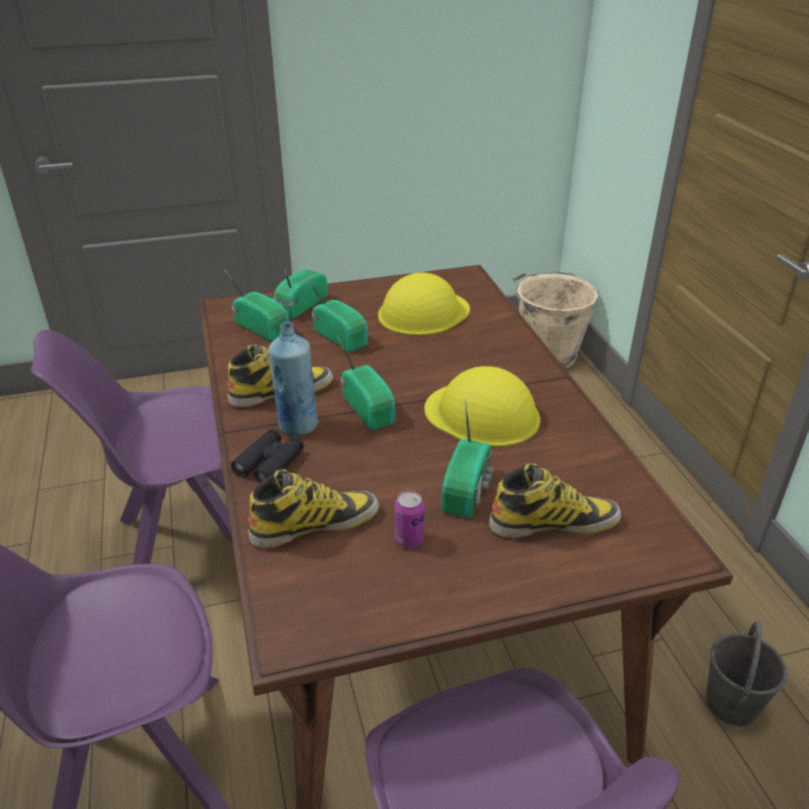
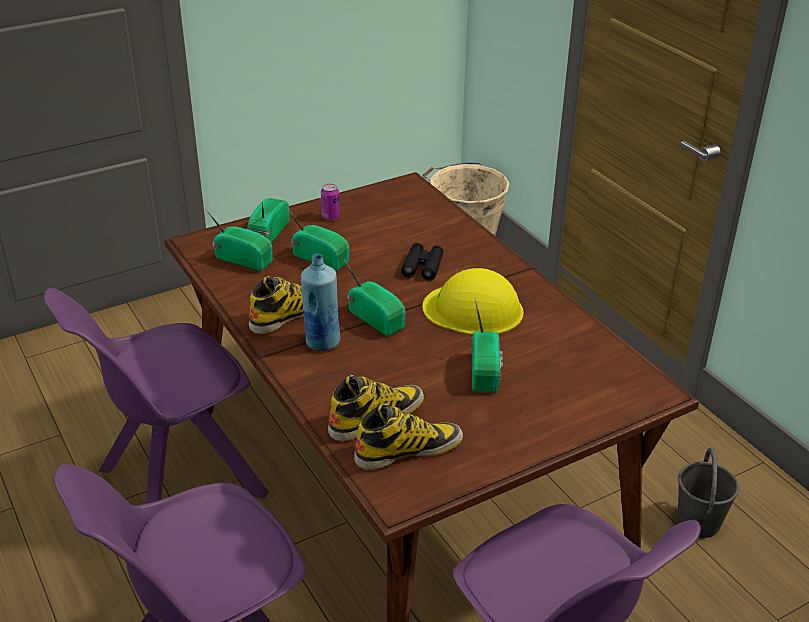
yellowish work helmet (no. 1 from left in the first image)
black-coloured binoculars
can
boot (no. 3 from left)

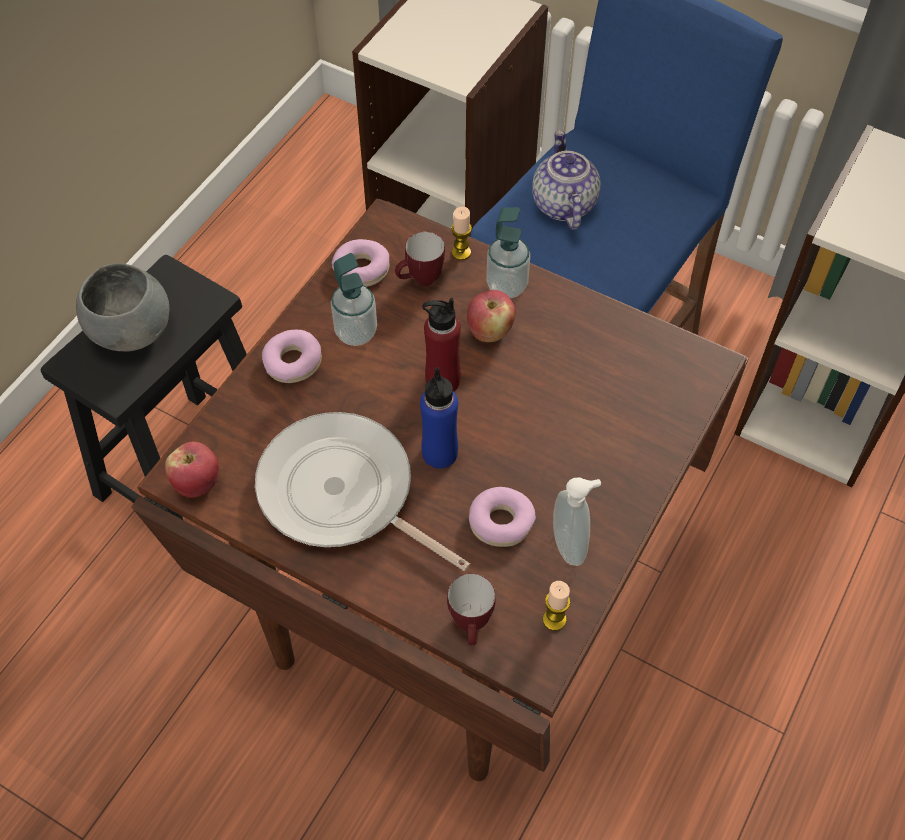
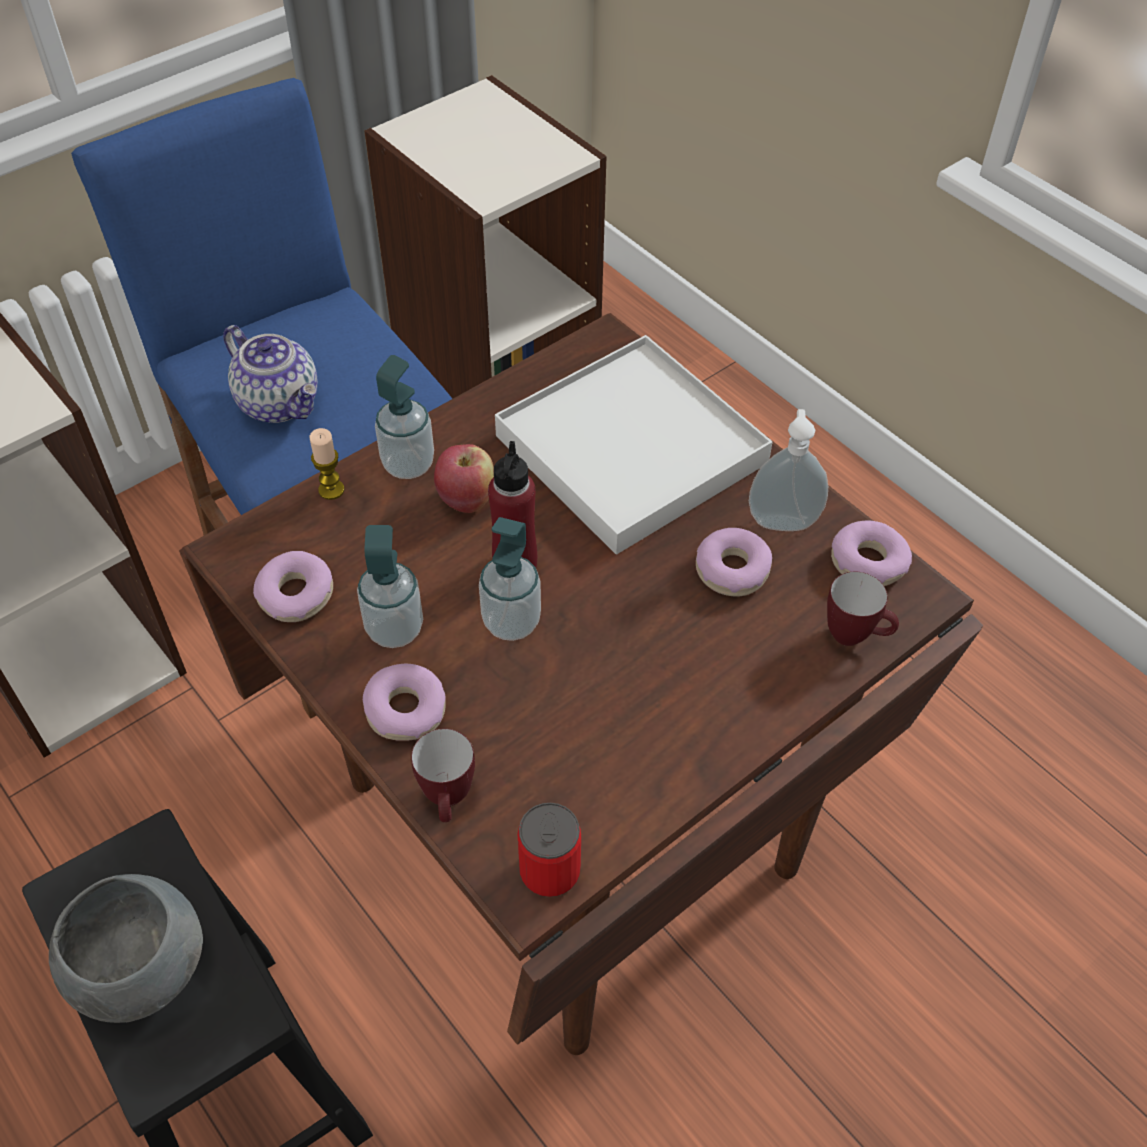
skillet
blue-coloured drink bottle
liquid soap bottle (no. 3 from left)
white-coloured serving tray
coffee mug (no. 1 from left)
can
doughnut (no. 4 from left)
tea pot

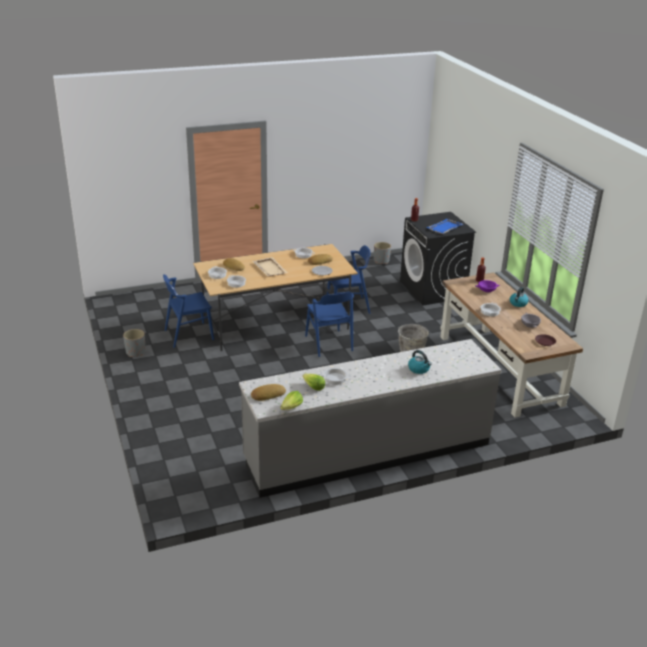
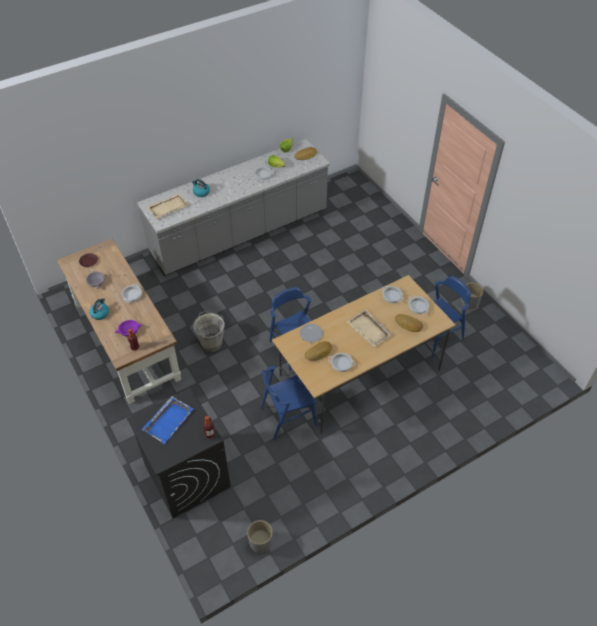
beige-coloured serving tray (no. 1 from left)

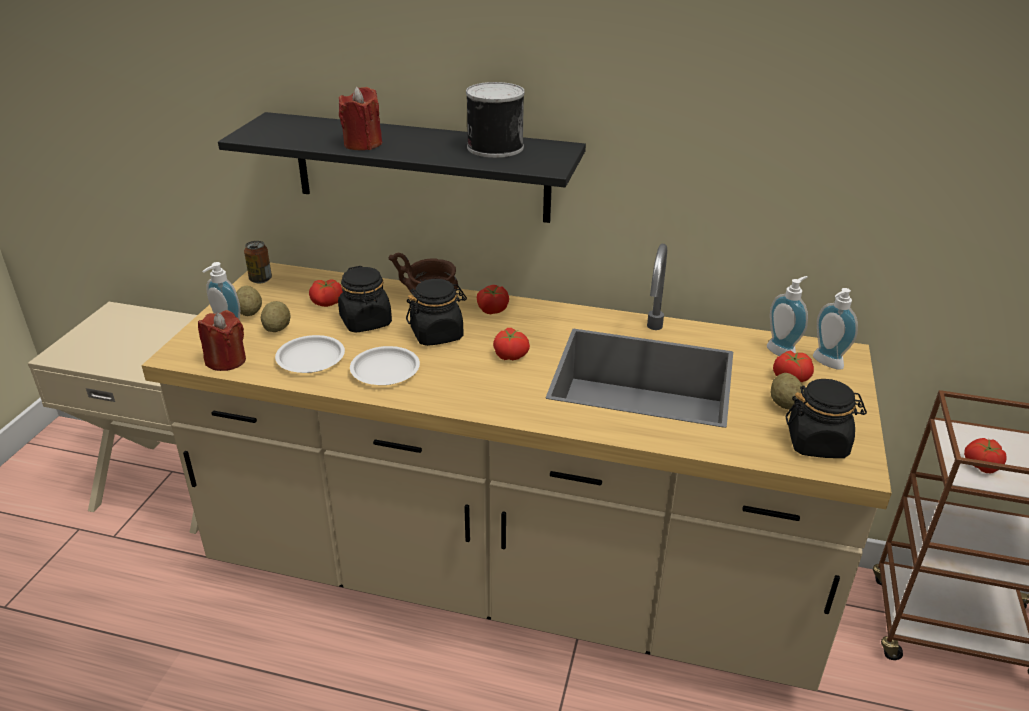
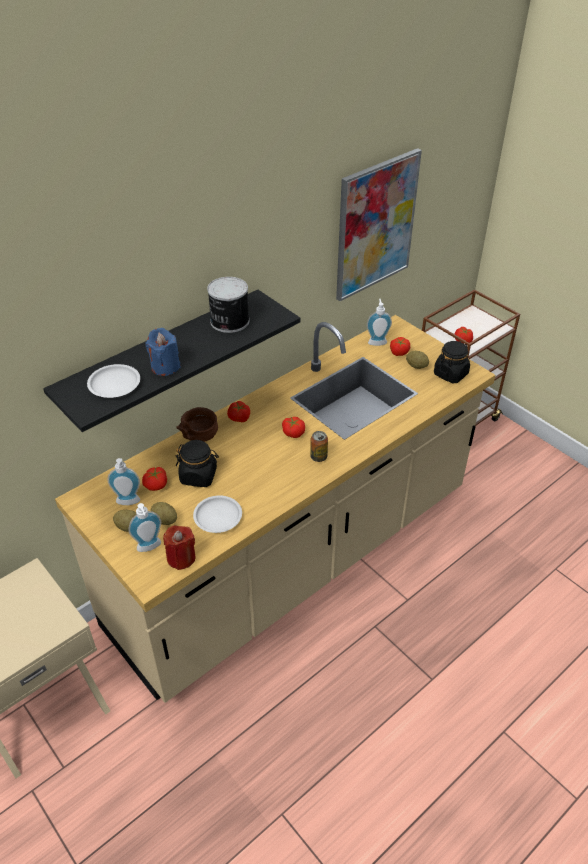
black-coloured storage jar (no. 2 from left in the first image)
picture
can (no. 2 from left)
white-coloured flat dish (no. 1 from left)
liquid soap bottle (no. 1 from left)
blue-coloured candle

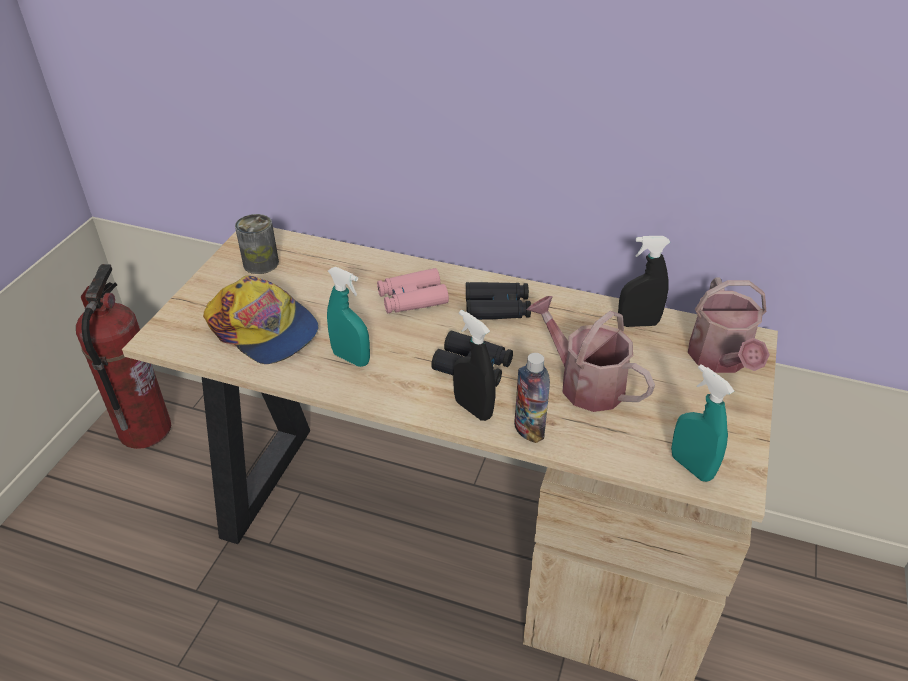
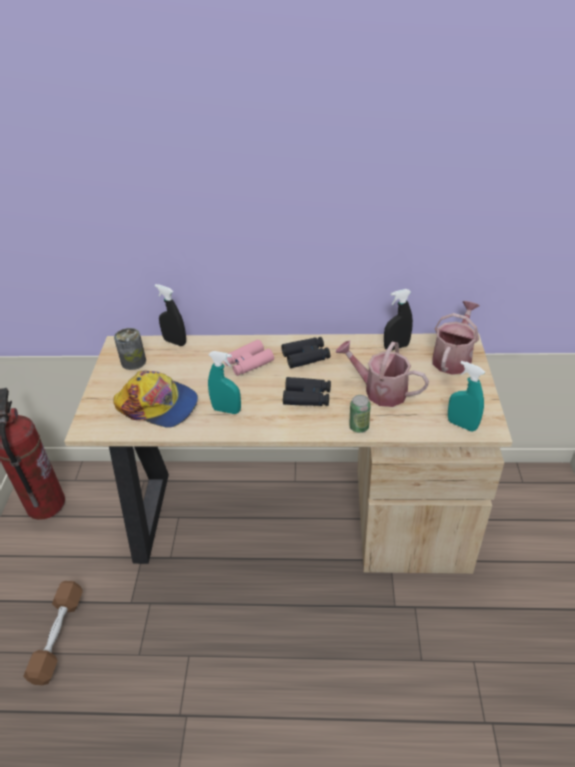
brown-coloured free weight
black-coloured sprayer (no. 1 from left)
can (no. 2 from left)
watering can (no. 2 from left)

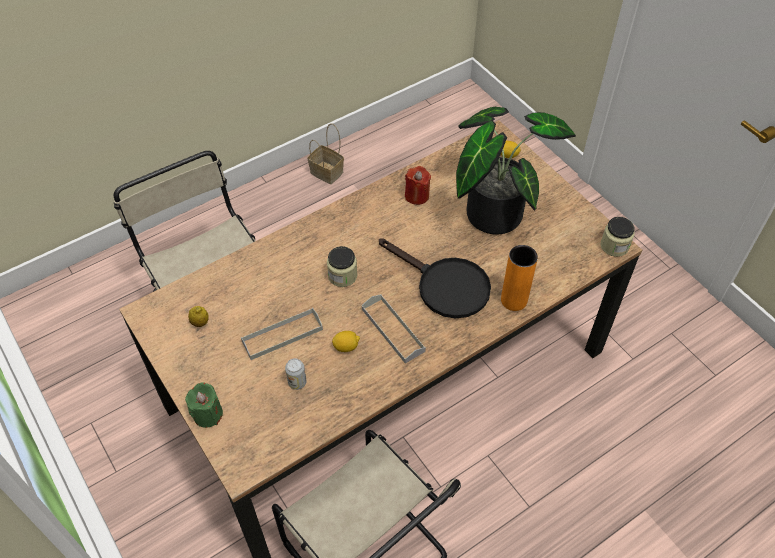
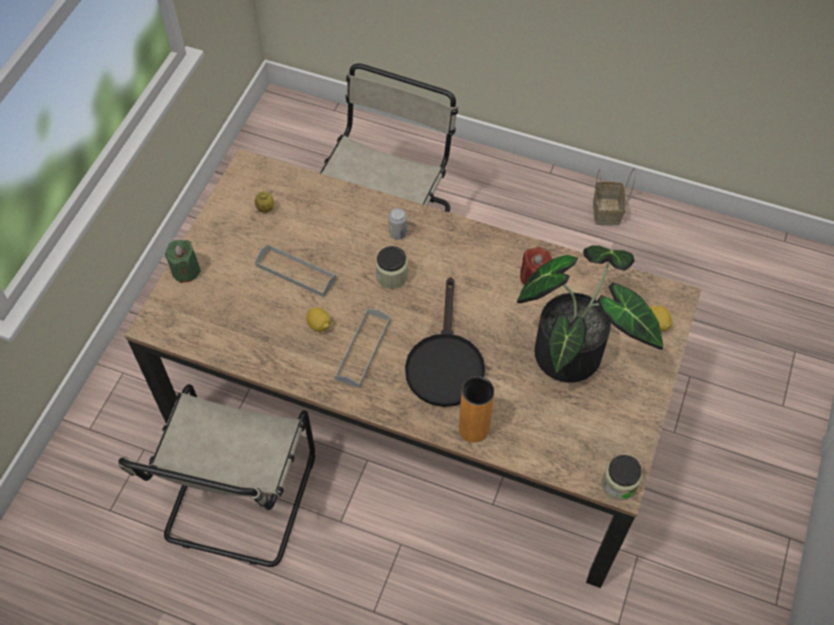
can

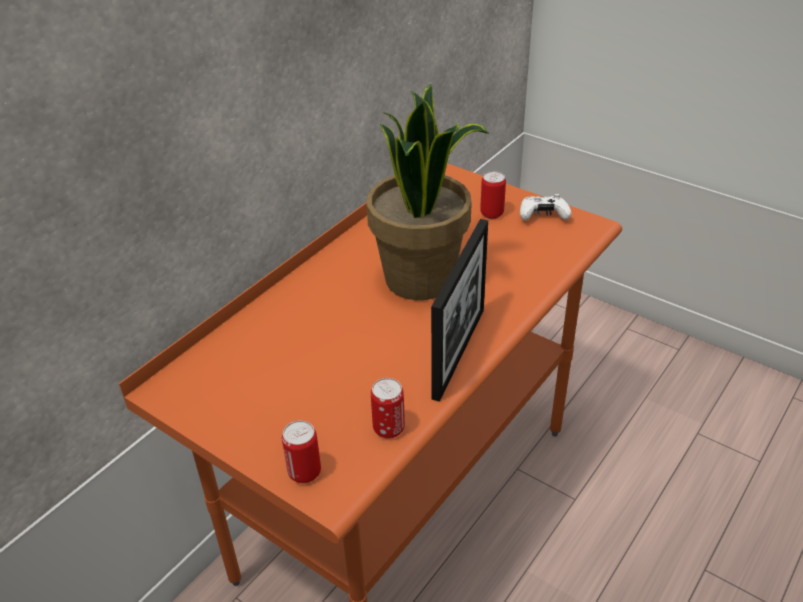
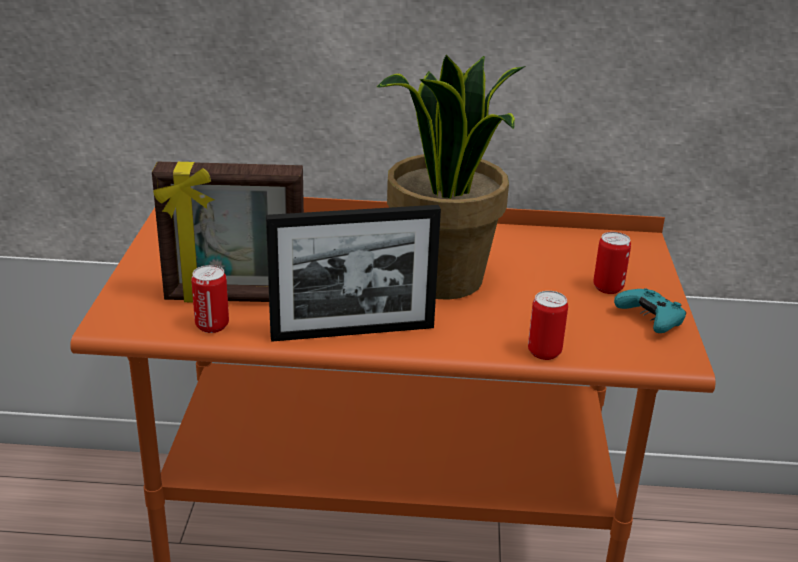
photo frame (no. 1 from left)
can (no. 2 from left)
turquoise-coloured joypad

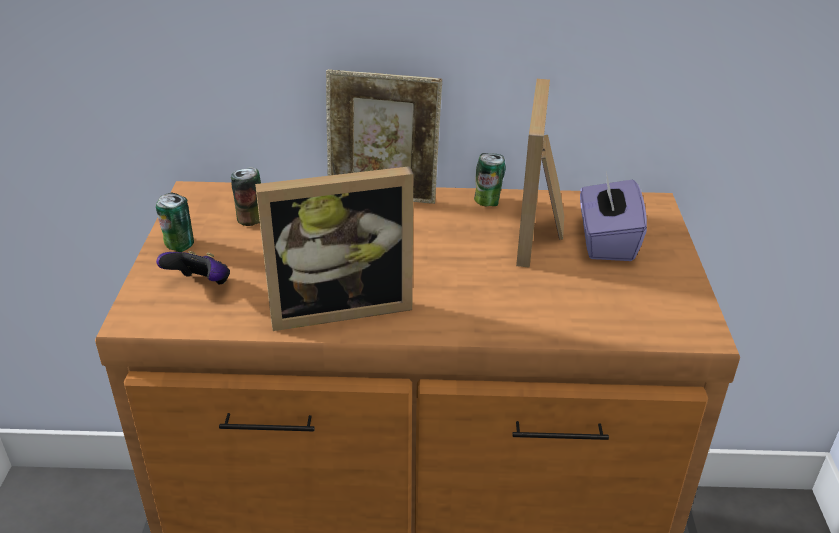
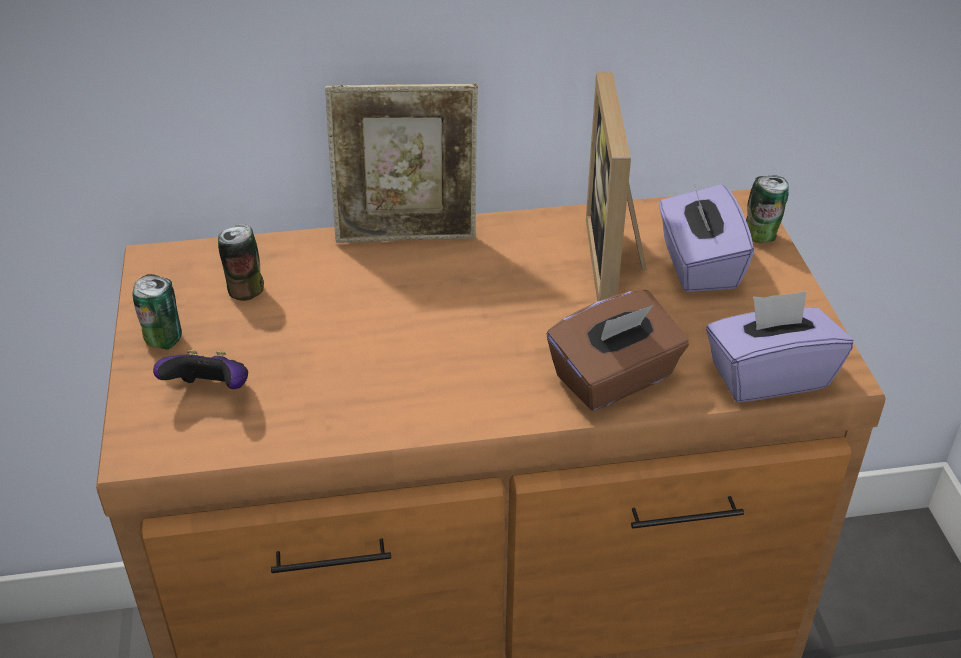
photo frame (no. 1 from left in the first image)
brown-coloured box of tissues
purple-coloured box of tissues (no. 2 from left)
can (no. 3 from left)

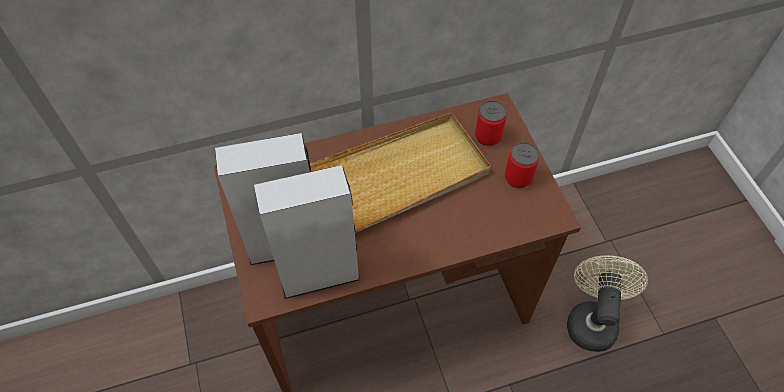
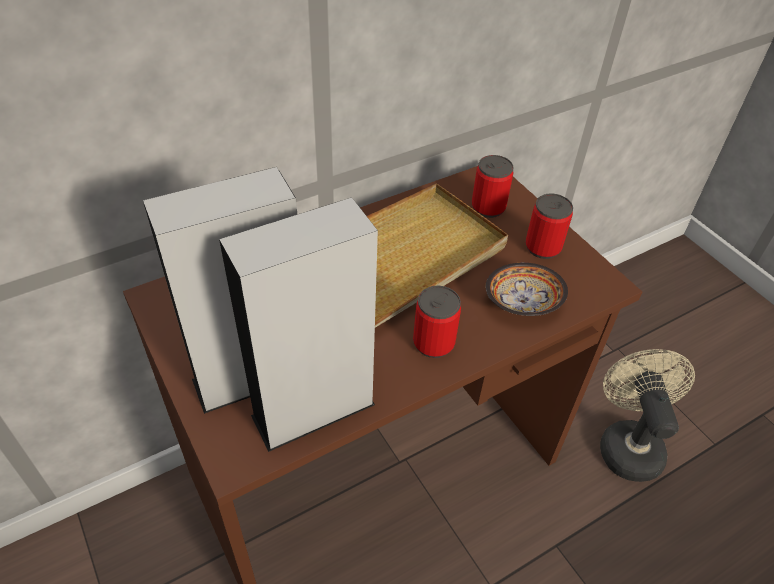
can (no. 1 from left)
bowl

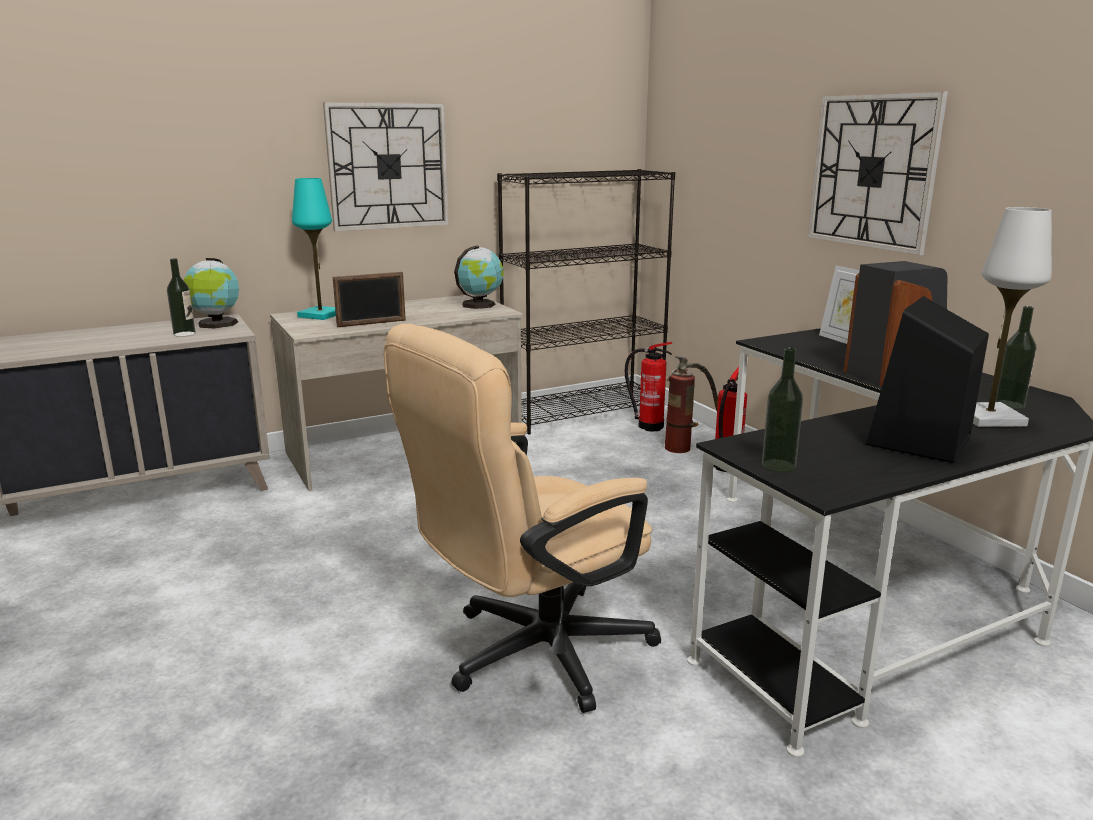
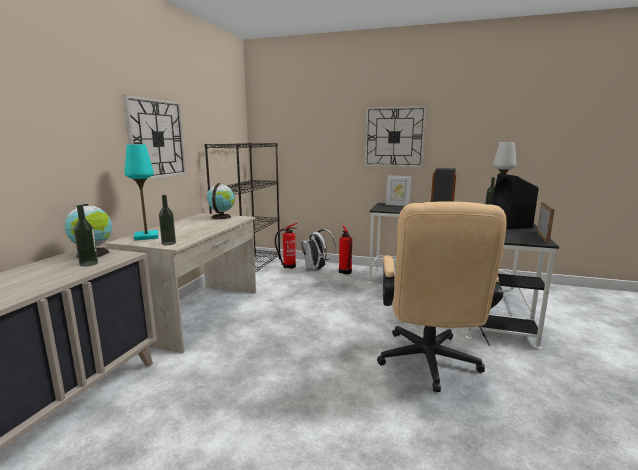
photo frame (no. 2 from left)
drink bottle (no. 2 from left)
white-coloured backpack

